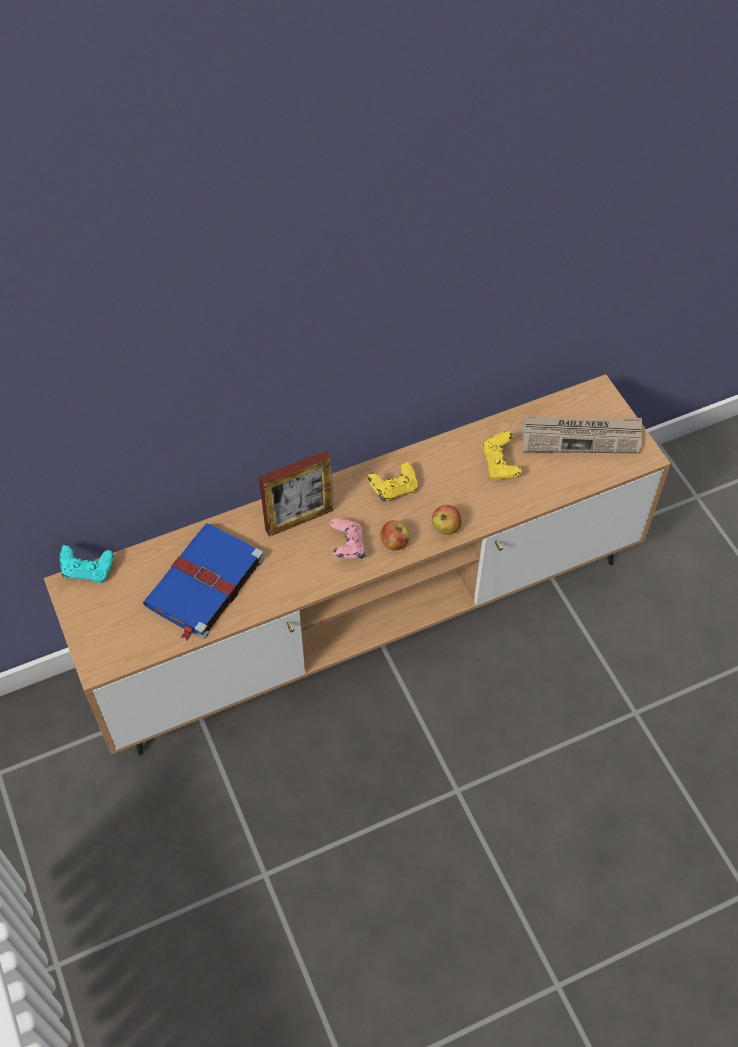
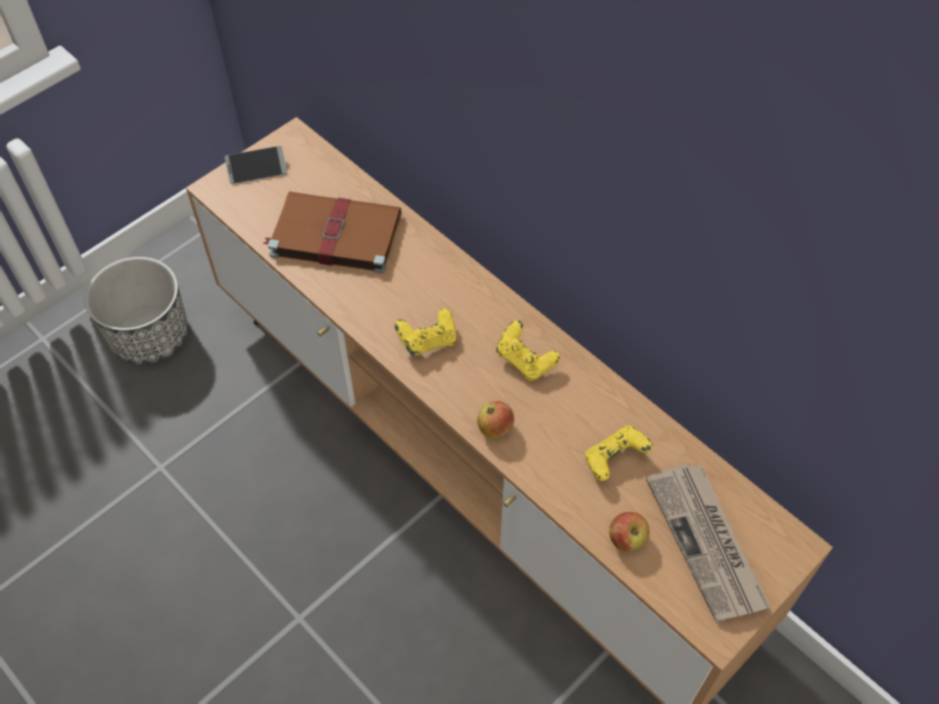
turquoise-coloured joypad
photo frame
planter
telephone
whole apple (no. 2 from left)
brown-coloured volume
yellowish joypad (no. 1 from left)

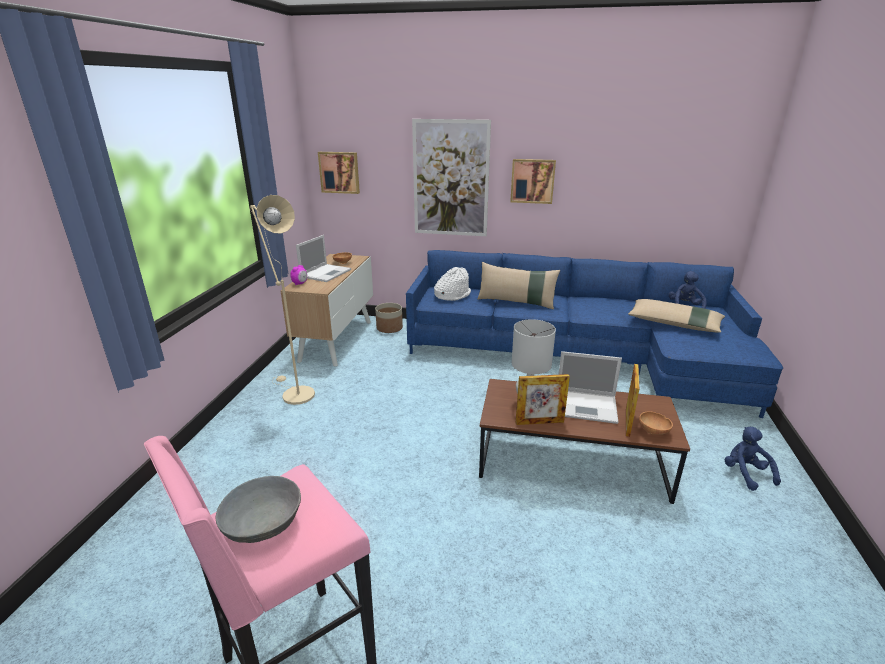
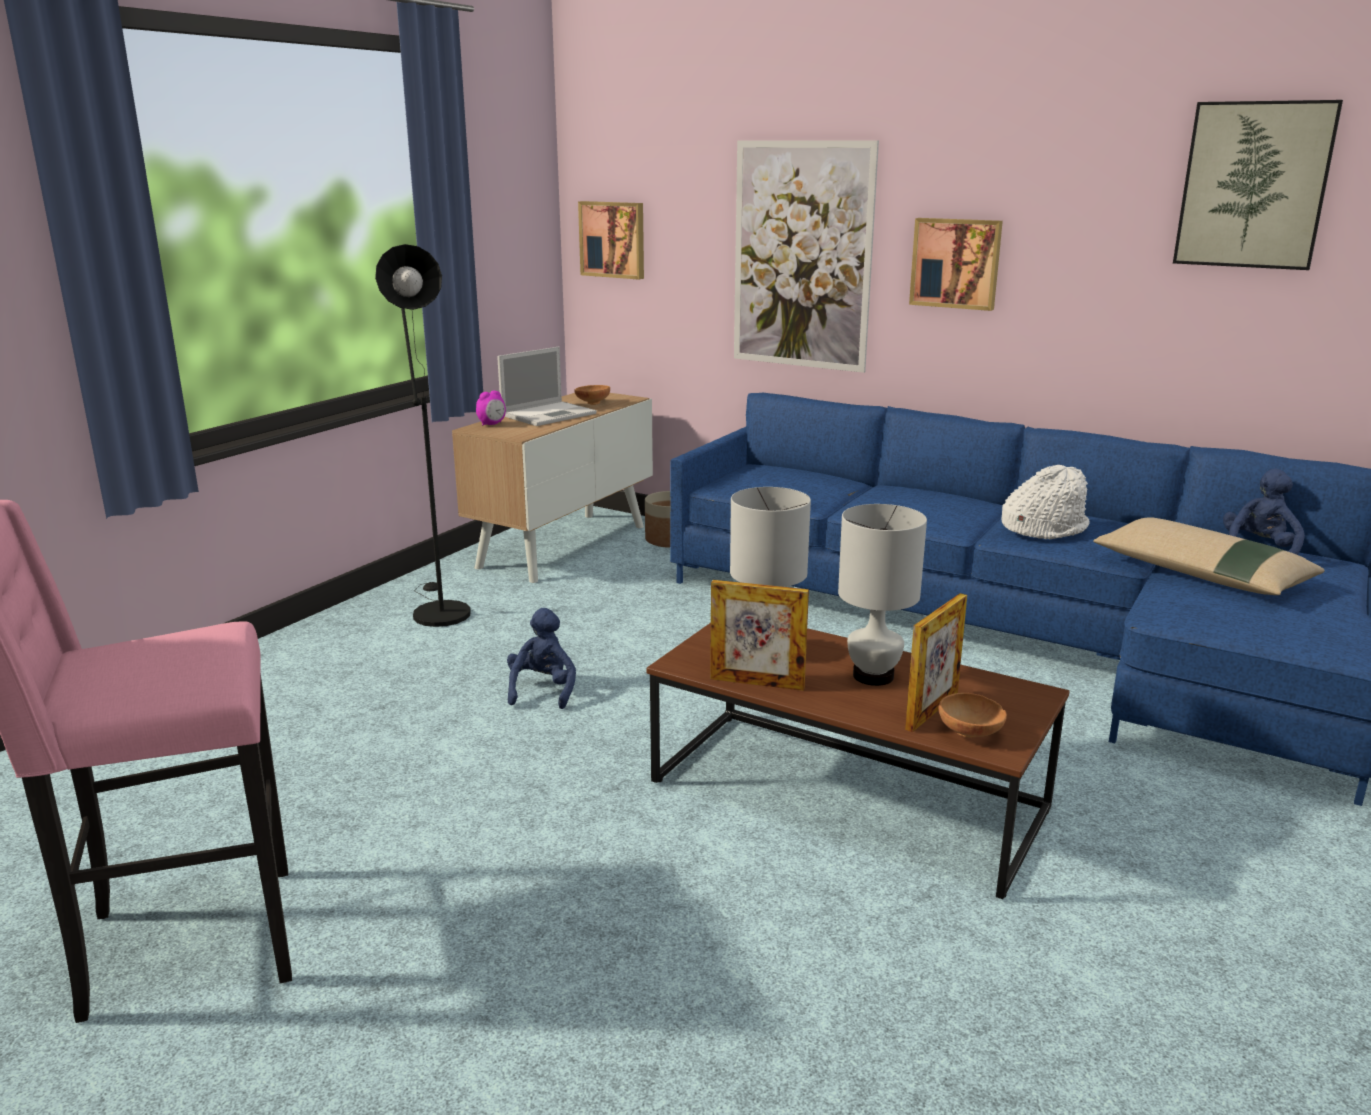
grey bowl
beige-coloured throw pillow (no. 1 from left in the first image)
picture (no. 4 from left)
white-coloured wearable hat
blue-coloured plush toy (no. 1 from left)
white-coloured tabletop lamp (no. 2 from left)
black-coloured floor lamp

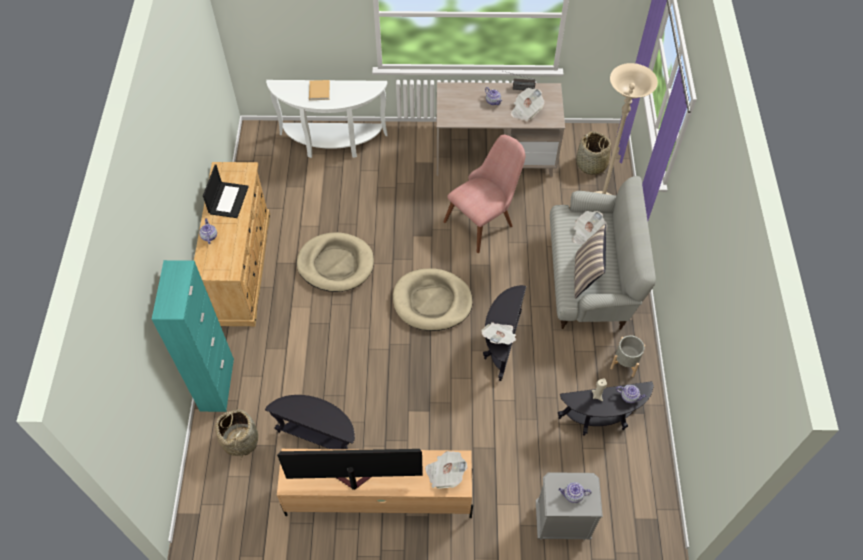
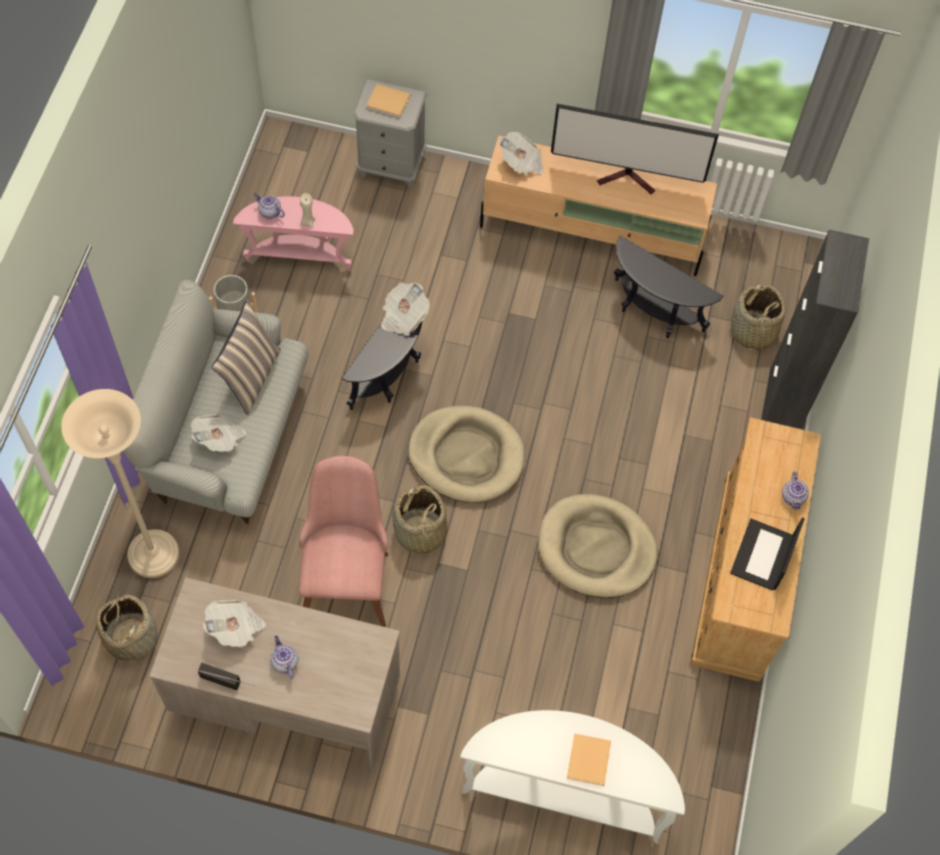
household basket (no. 2 from left)
beige-coloured volume (no. 1 from left)
black-coloured storage cabinet
pinkish end table
pinkish upright chair

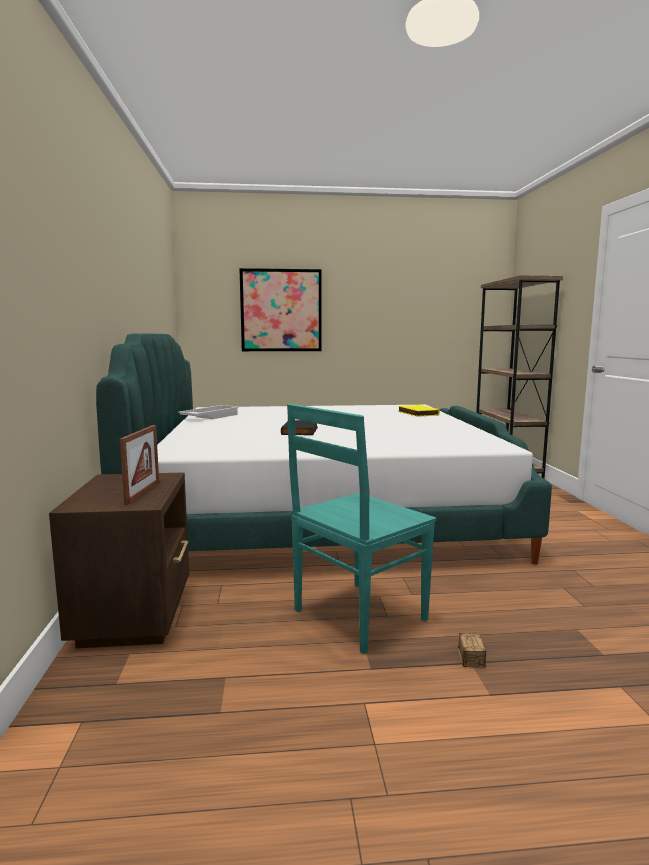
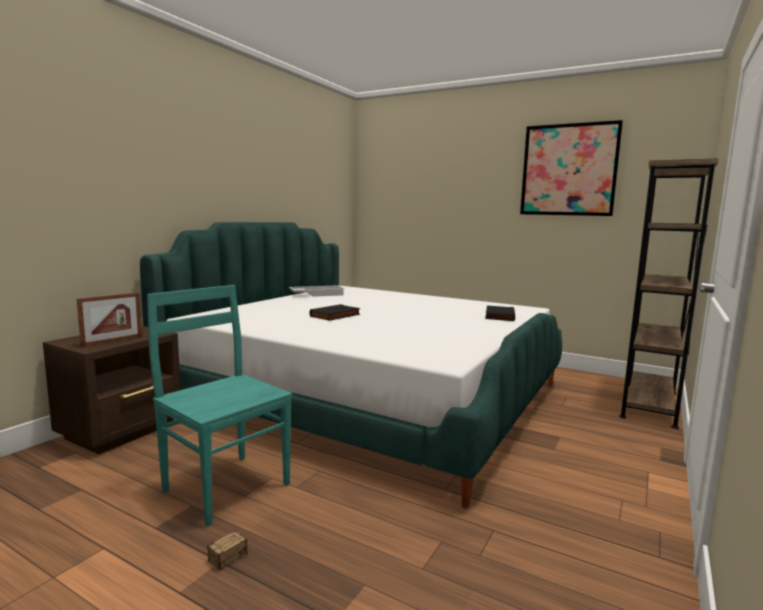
picture
black-coloured volume (no. 2 from left)
turquoise-coloured upright chair

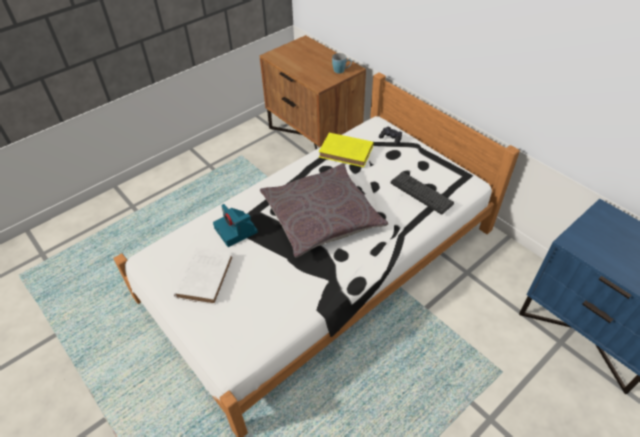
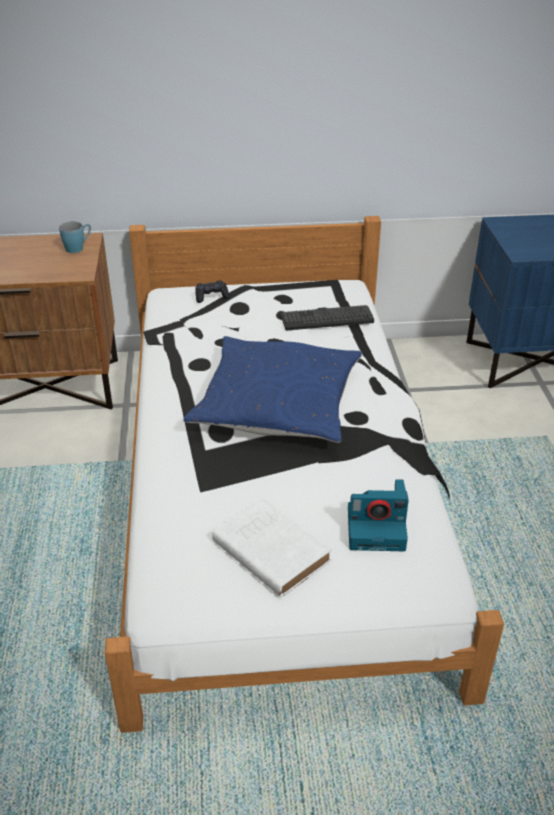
yellowish volume
still camera
blue-coloured throw pillow

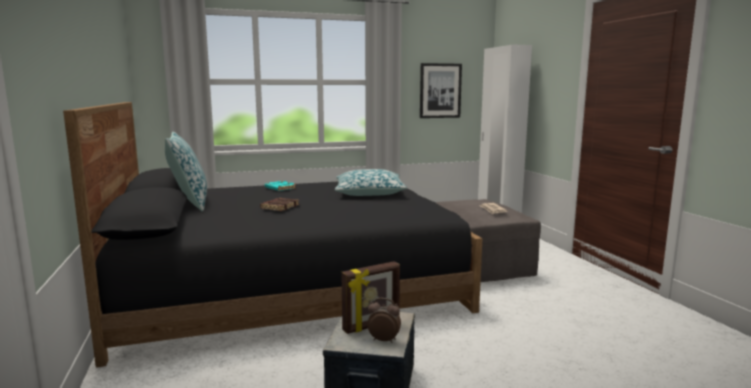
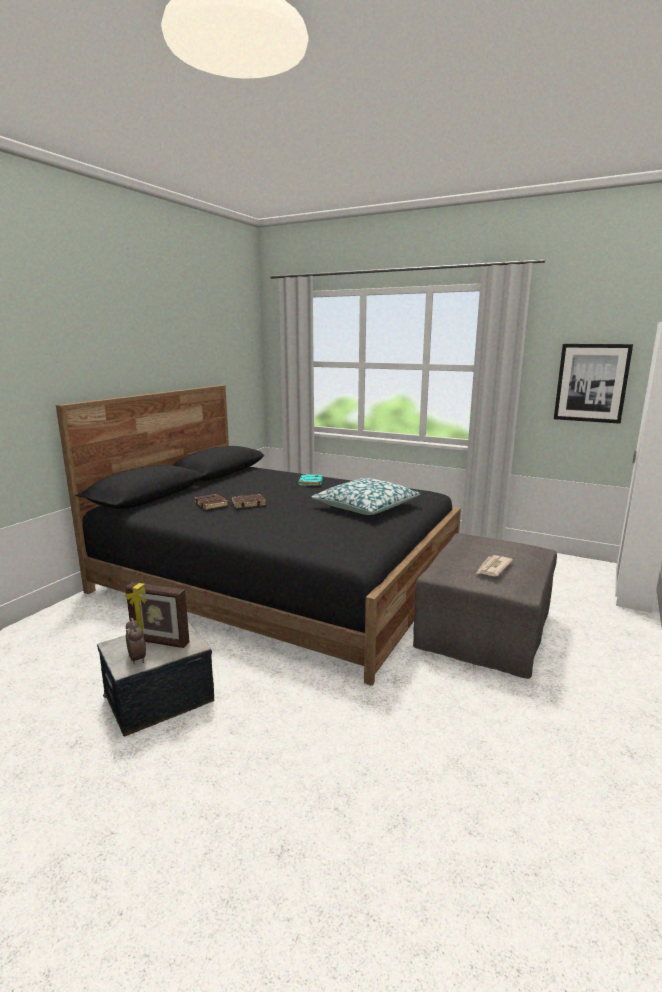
throw pillow (no. 1 from left in the first image)
brown-coloured volume (no. 1 from left)

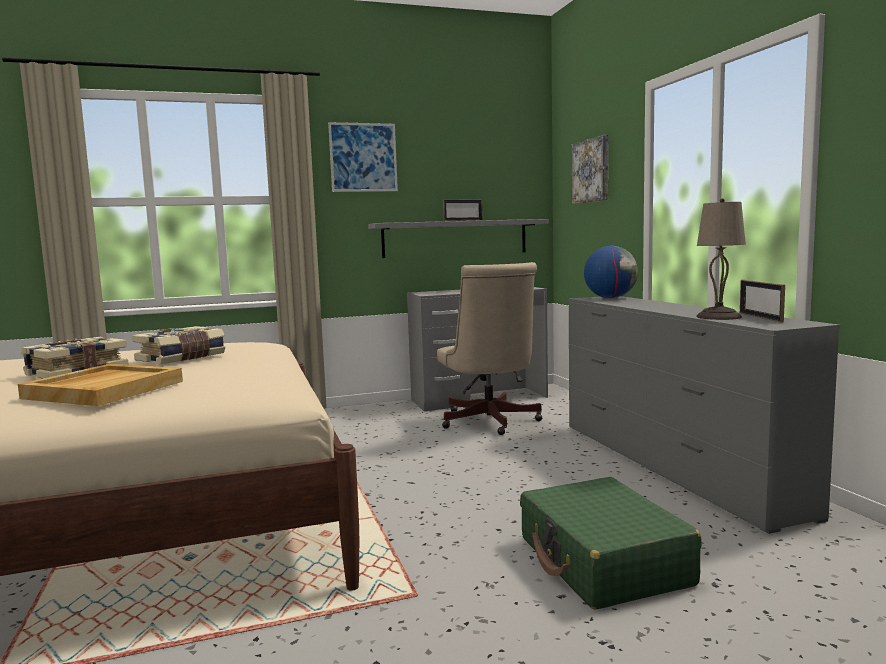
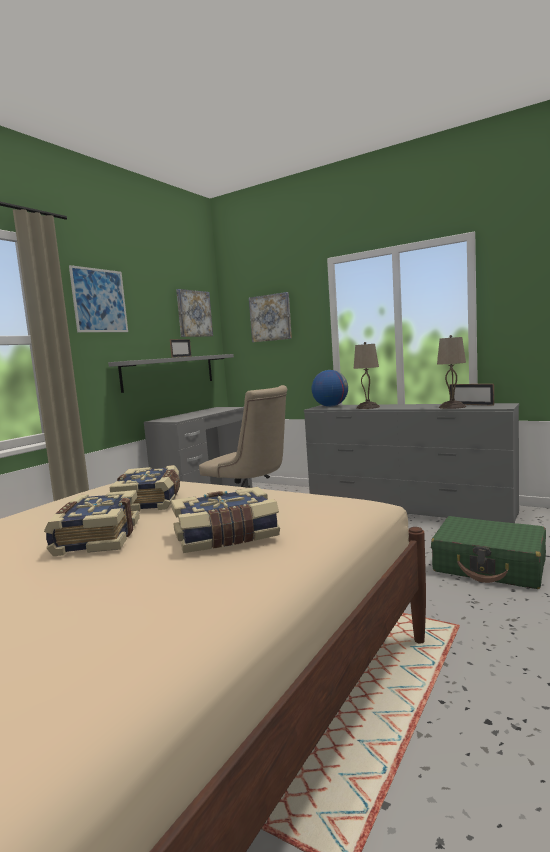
picture (no. 2 from left)
beige-coloured tabletop lamp (no. 1 from left)
volume (no. 3 from left)

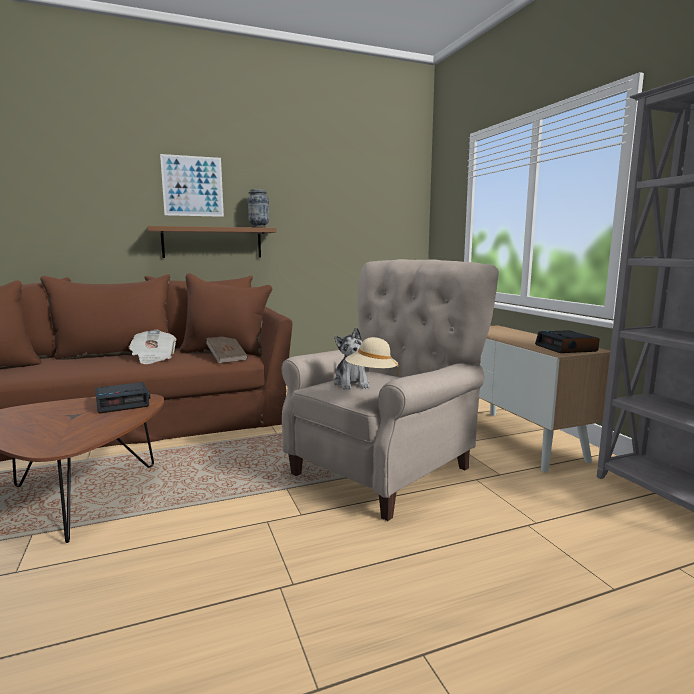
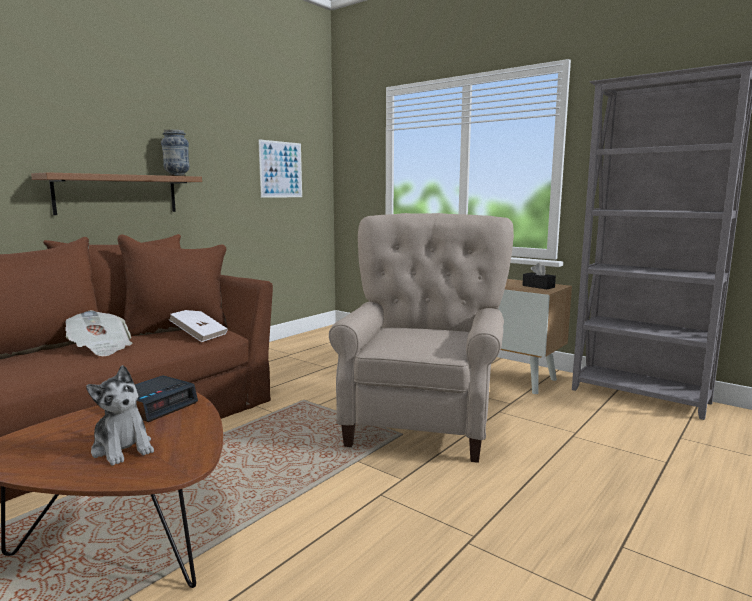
beige-coloured wearable hat
picture
plush toy
black-coloured box of tissues
white-coloured volume

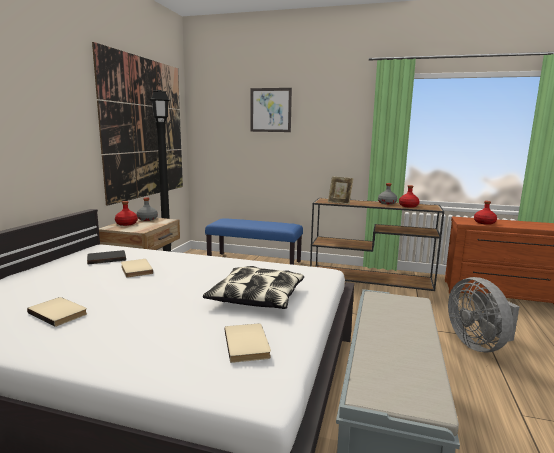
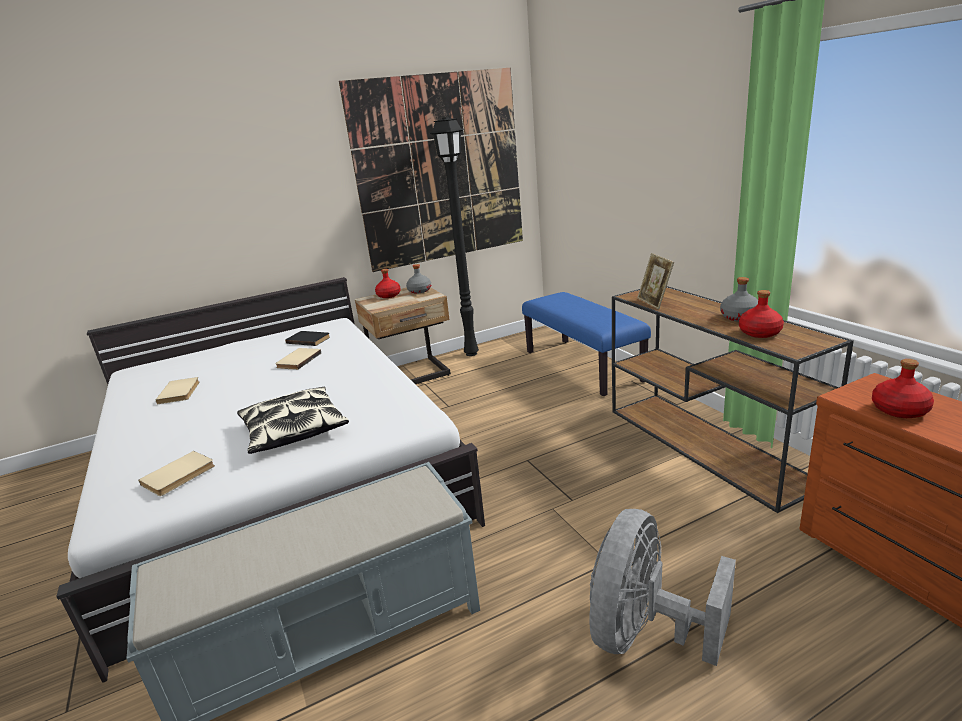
picture (no. 2 from left in the first image)

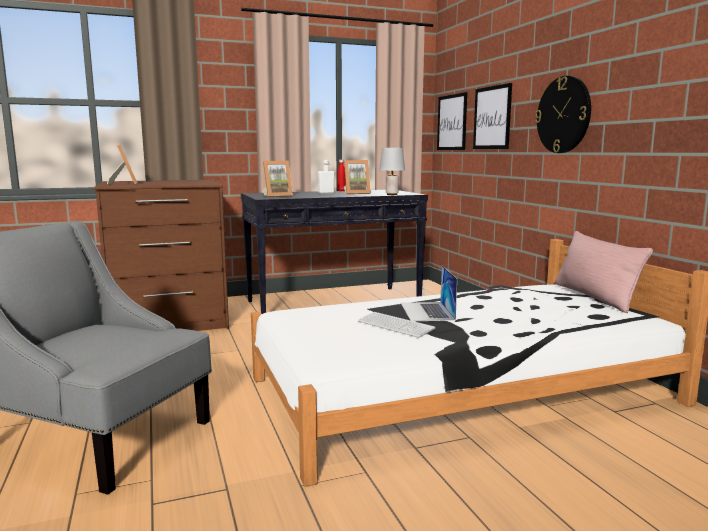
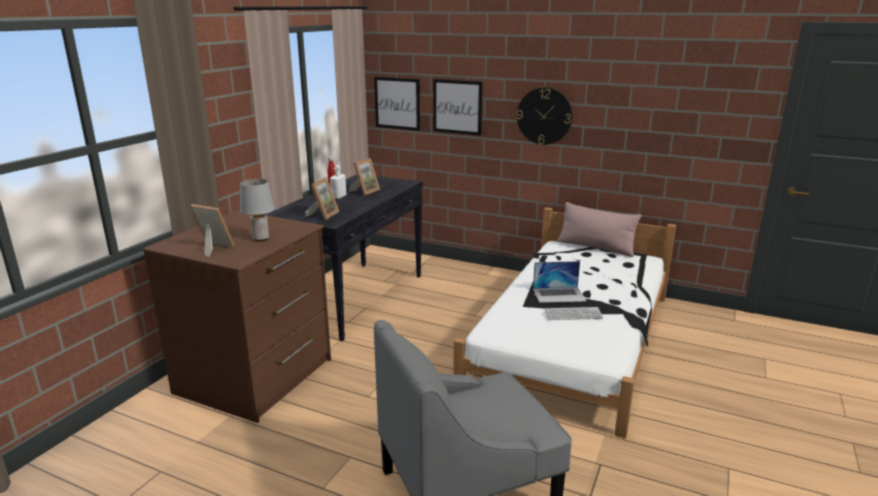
grey tabletop lamp
portable computer

